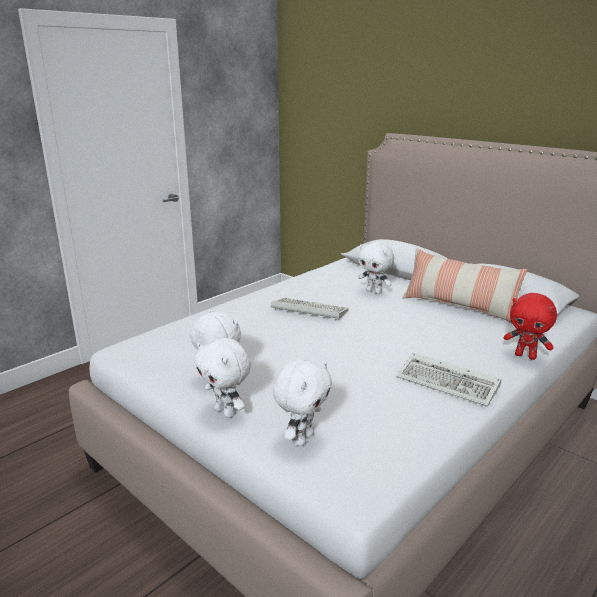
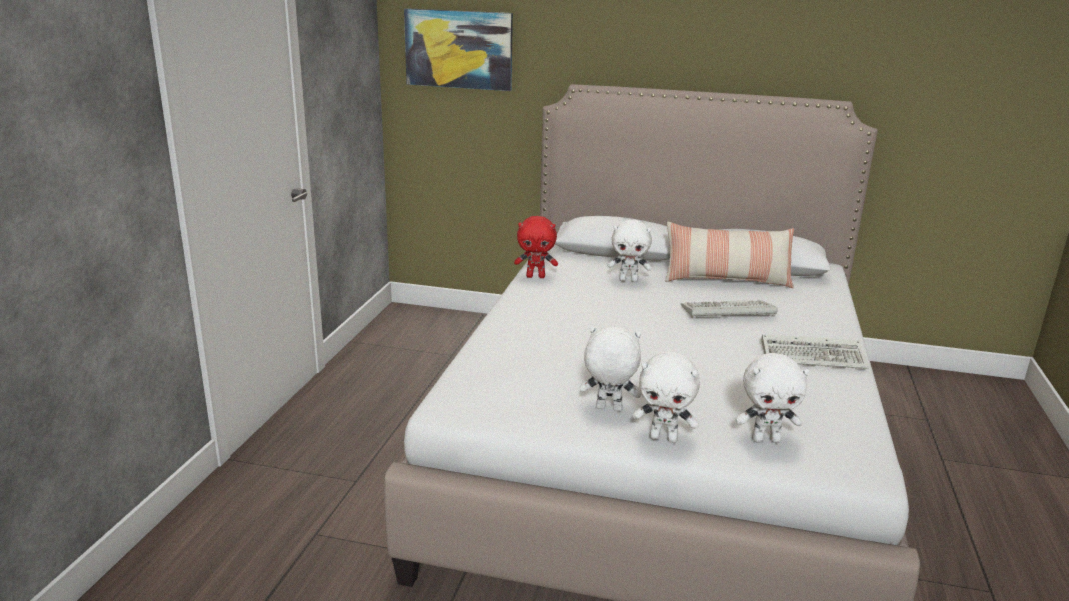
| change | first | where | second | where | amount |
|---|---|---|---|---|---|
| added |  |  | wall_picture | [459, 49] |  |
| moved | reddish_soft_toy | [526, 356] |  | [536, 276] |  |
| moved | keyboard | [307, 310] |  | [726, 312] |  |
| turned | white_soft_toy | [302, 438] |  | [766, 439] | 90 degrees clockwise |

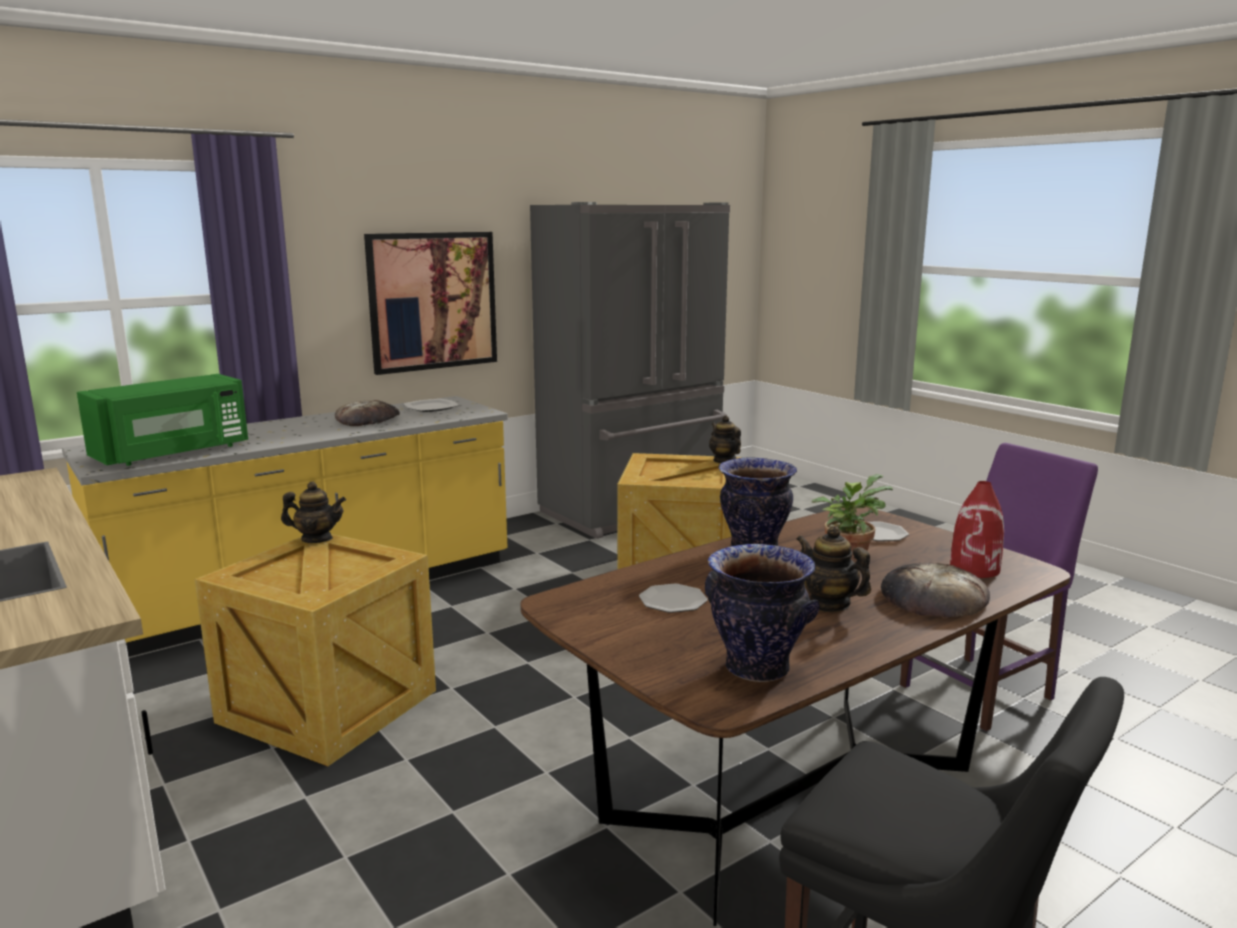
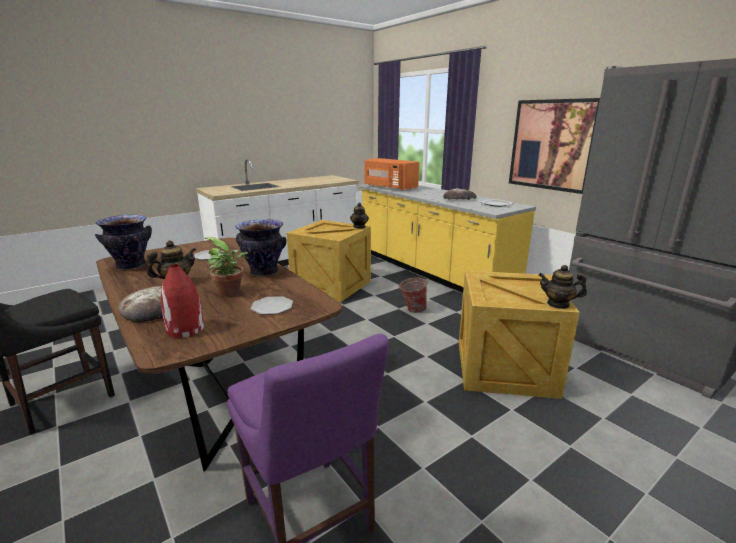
| change | first | where | second | where | amount |
|---|---|---|---|---|---|
| recoloured | green-coloured_microwave | [173, 453] | orangey_microwave | [389, 187] |  |
| added |  |  | water_bucket | [412, 310] |  |
| turned | teapot | [724, 460] |  | [558, 304] | 135 degrees counterclockwise |

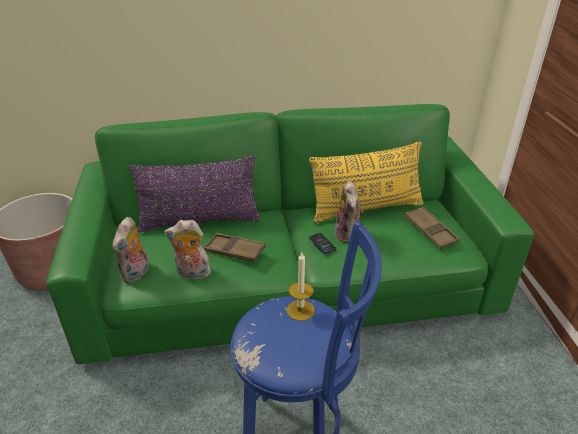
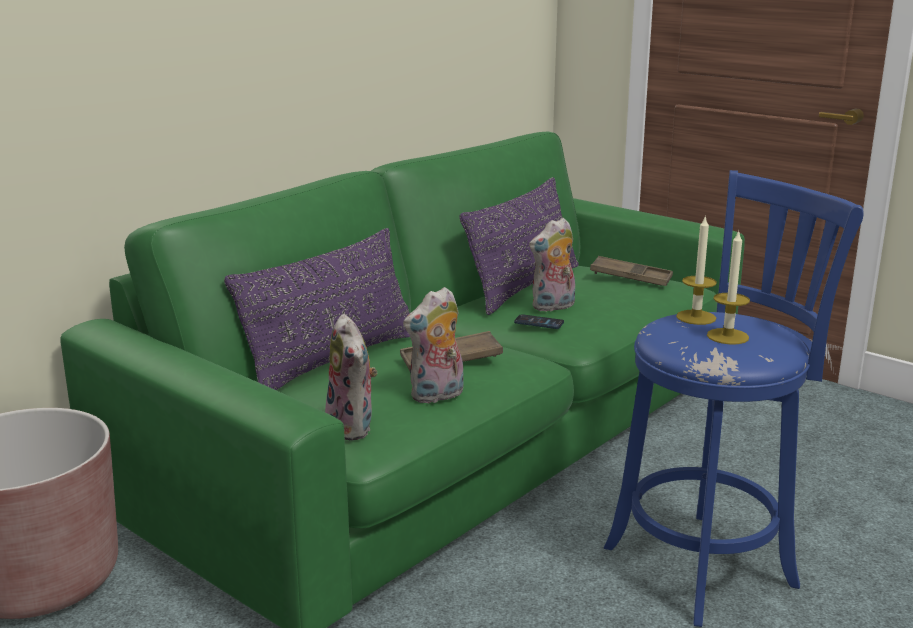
| change | first | where | second | where | amount |
|---|---|---|---|---|---|
| recoloured | yellow_pillow | [366, 208] | purple-coloured_pillow | [524, 287] |  |
| turned | soft_toy | [348, 235] |  | [553, 307] | 105 degrees clockwise |
| added |  |  | wax_light | [727, 336] |  |

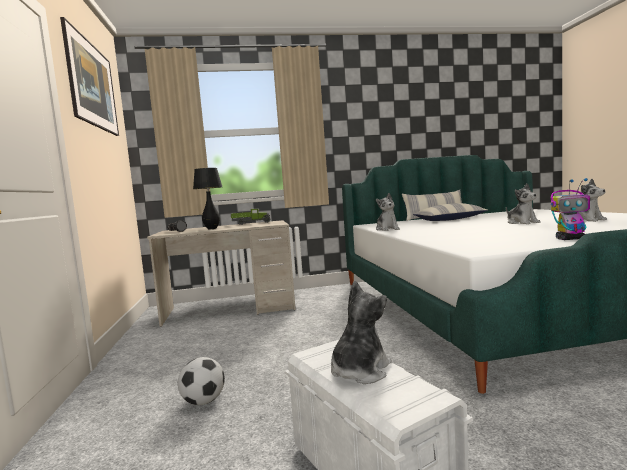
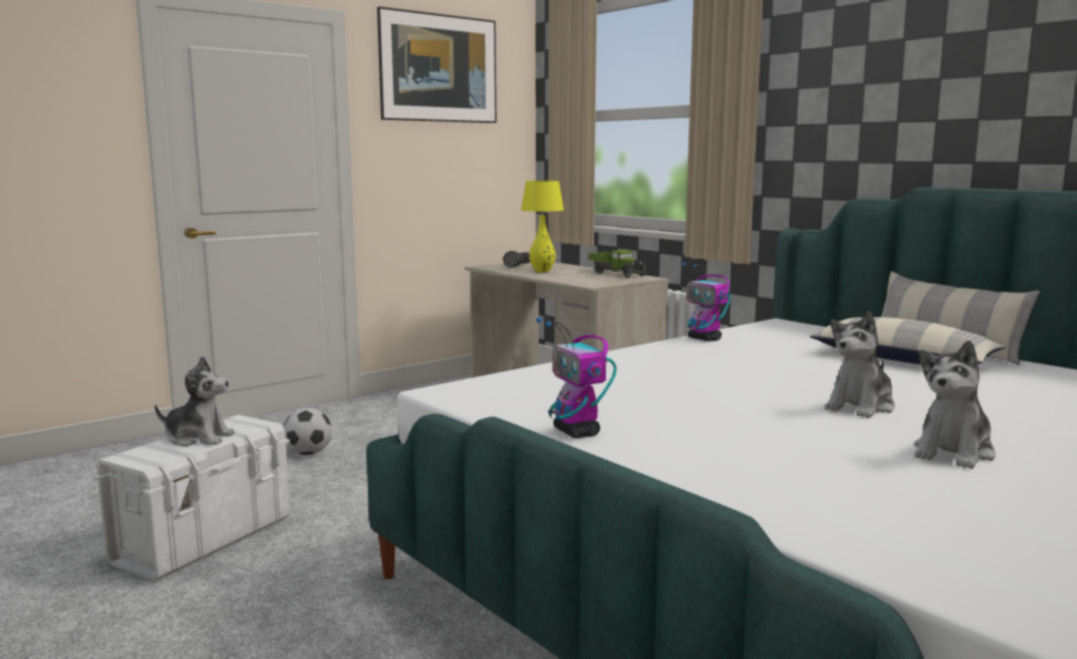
| change | first | where | second | where | amount |
|---|---|---|---|---|---|
| recoloured | black-coloured_lamp_for_a_table | [212, 229] | yellow_lamp_for_a_table | [542, 271] |  |
| replaced | soft_toy | [387, 229] | robot_figure | [705, 339] |  |

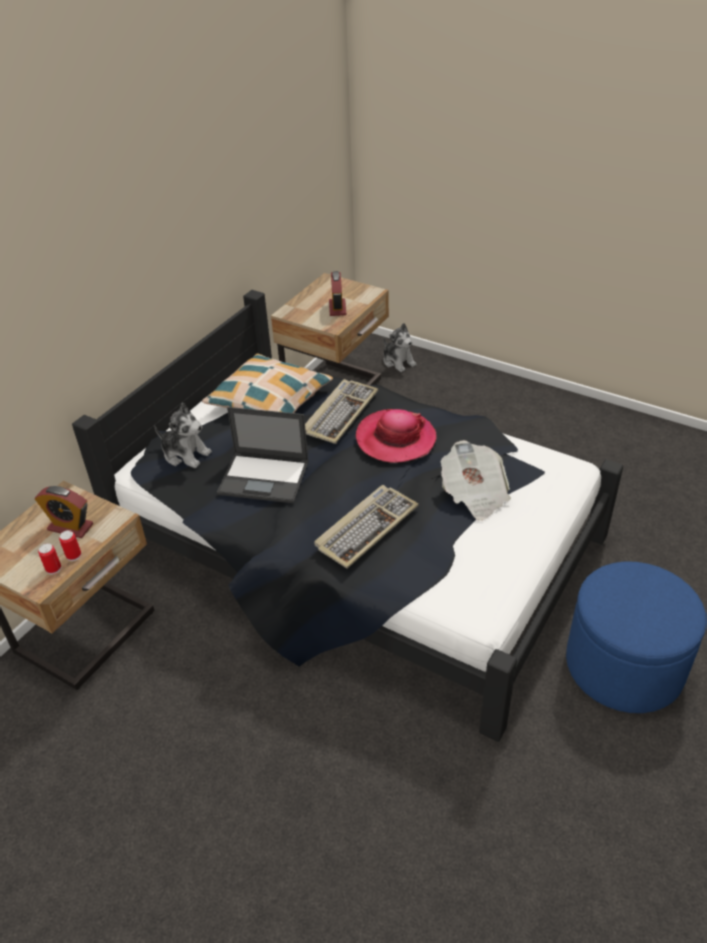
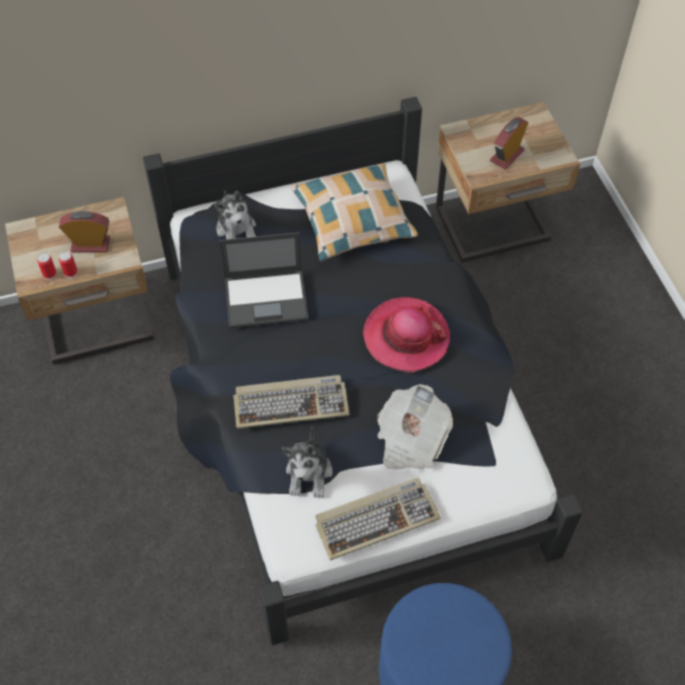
| change | first | where | second | where | amount |
|---|---|---|---|---|---|
| turned | alarm_clock | [70, 527] |  | [90, 245] | 120 degrees clockwise |
| turned | notebook_computer | [265, 478] |  | [267, 298] | 60 degrees counterclockwise |
| moved | soft_toy | [398, 362] |  | [309, 473] |  |
| moved | keyboard | [340, 413] |  | [376, 519] |  |

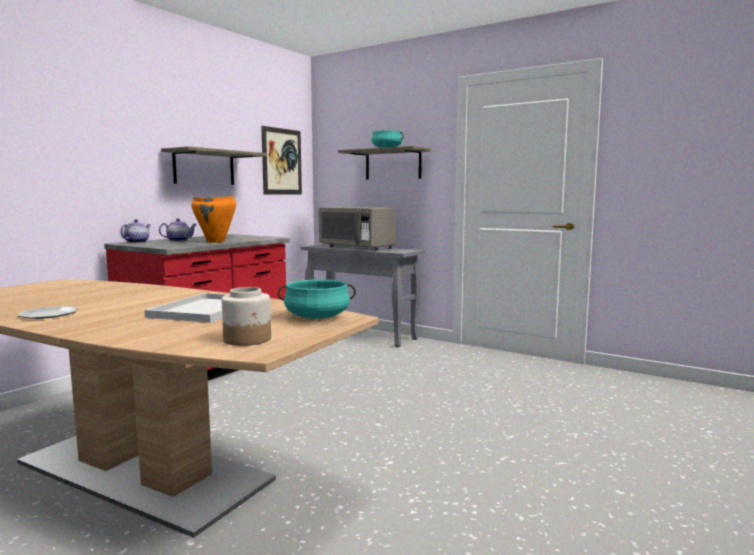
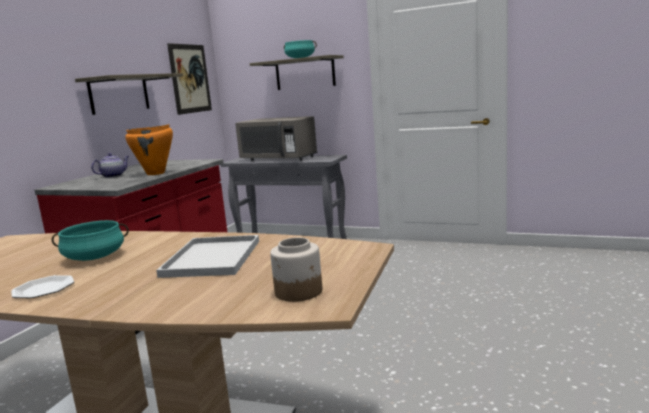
| change | first | where | second | where | amount |
|---|---|---|---|---|---|
| moved | turquoise-coloured_cooking_pot | [317, 317] |  | [95, 257] |  |
| removed | teapot | [137, 242] |  |  |  |

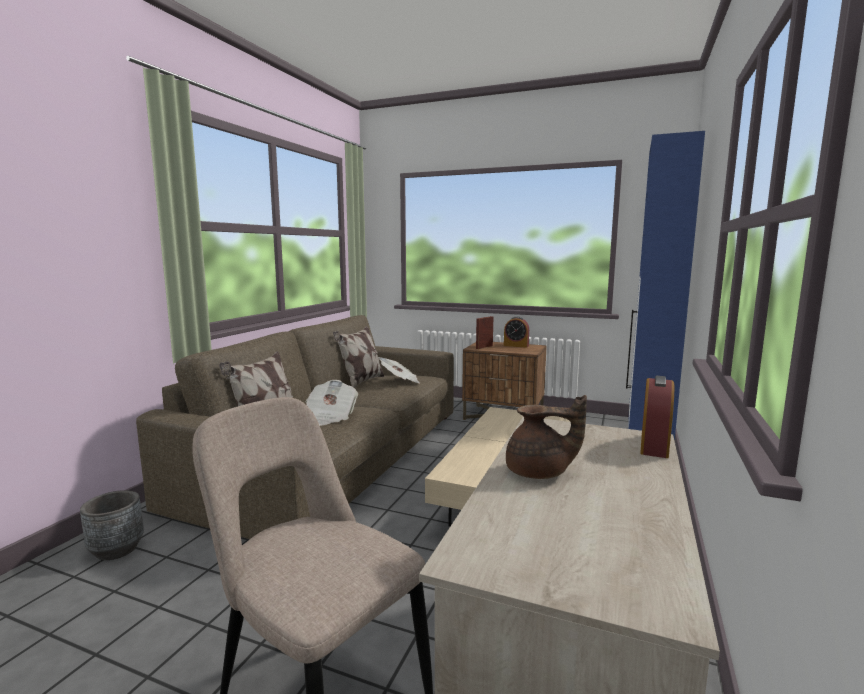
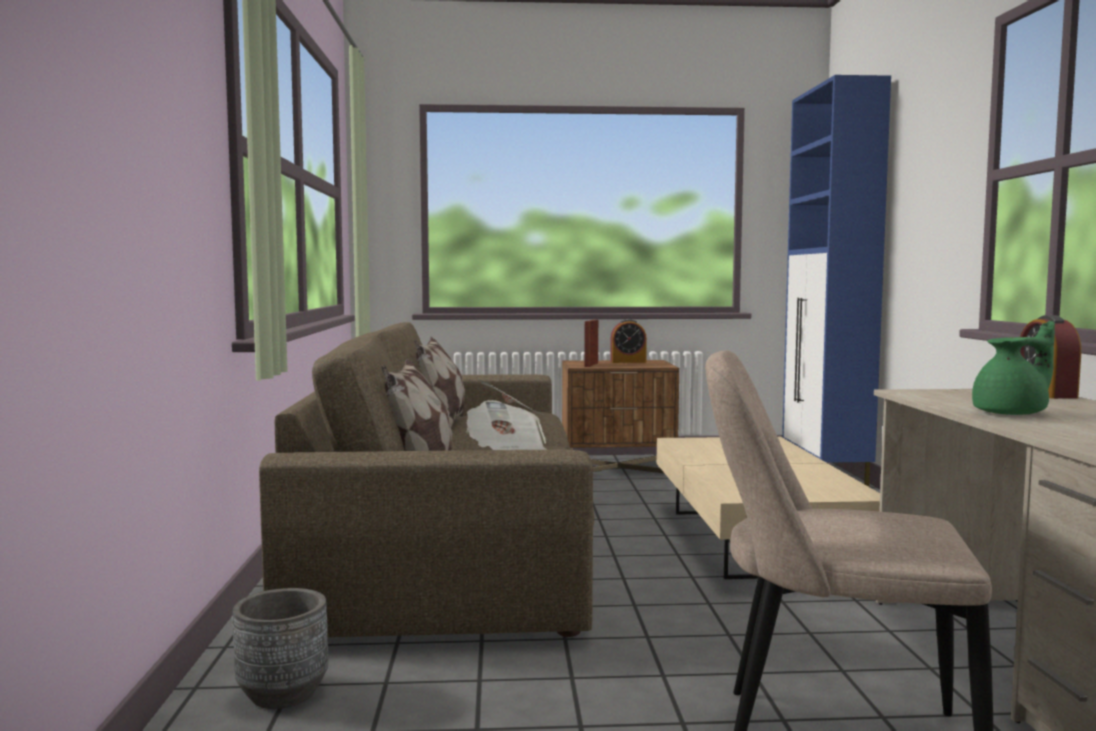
| change | first | where | second | where | amount |
|---|---|---|---|---|---|
| recoloured | brownish_teapot | [539, 473] | green-coloured_teapot | [1013, 413] |  |

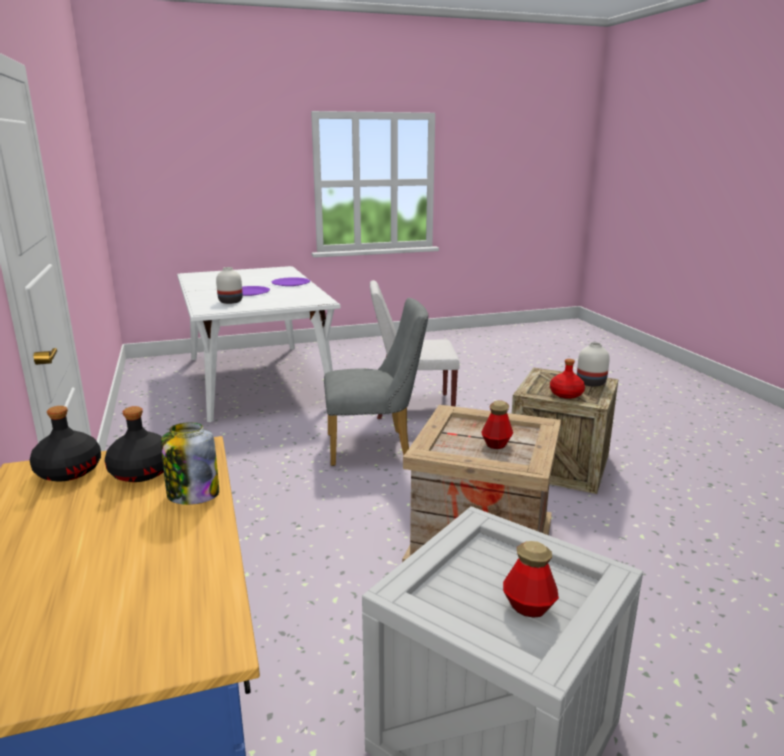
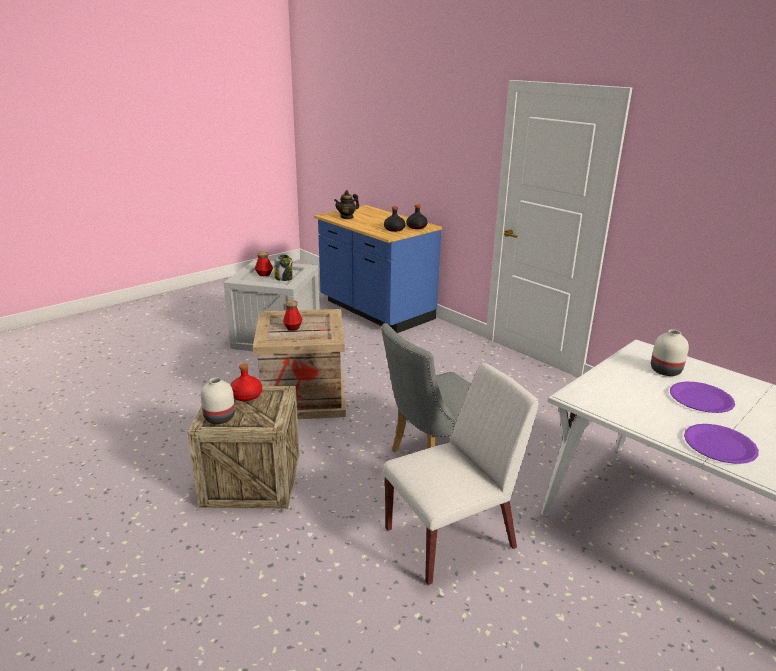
| change | first | where | second | where | amount |
|---|---|---|---|---|---|
| moved | preserve_jar | [192, 494] |  | [284, 278] |  |
| added |  |  | teapot | [347, 217] |  |

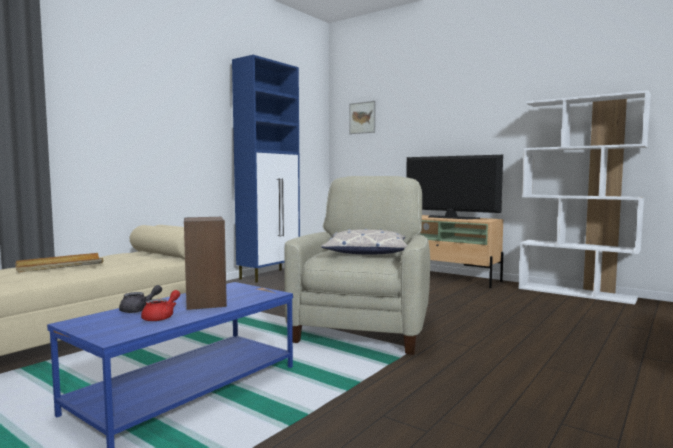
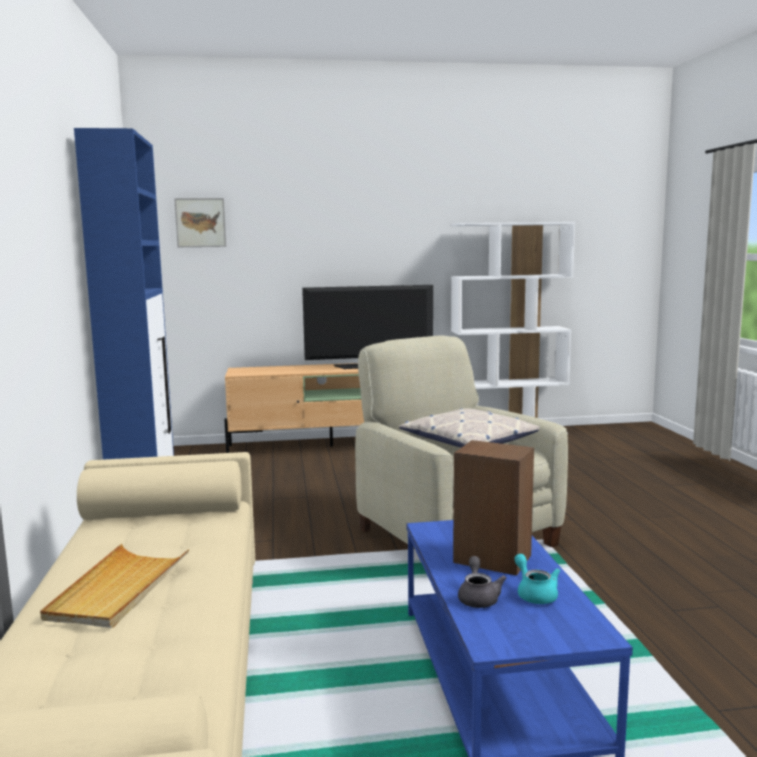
| change | first | where | second | where | amount |
|---|---|---|---|---|---|
| recoloured | reddish_teapot | [162, 317] | turquoise-coloured_teapot | [535, 594] |  |

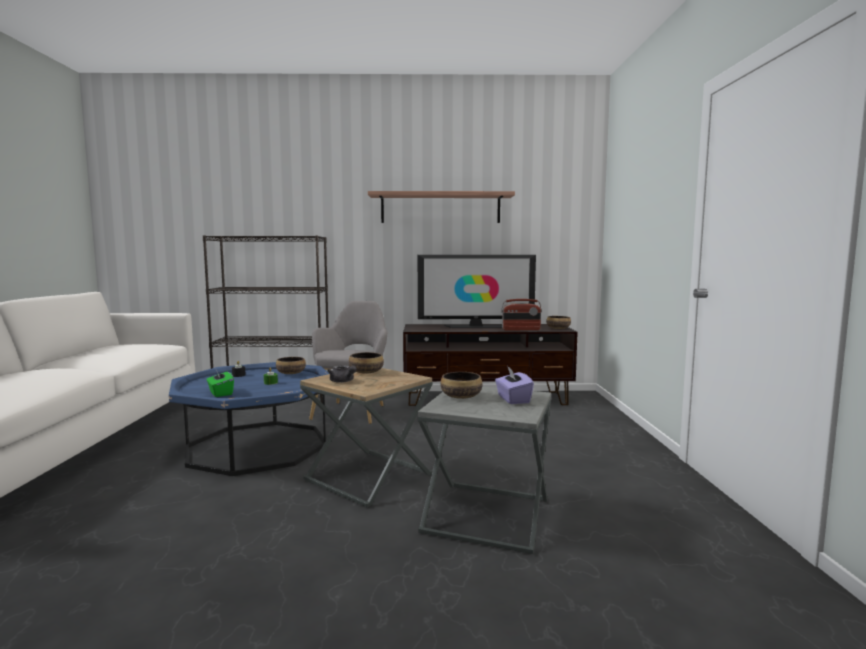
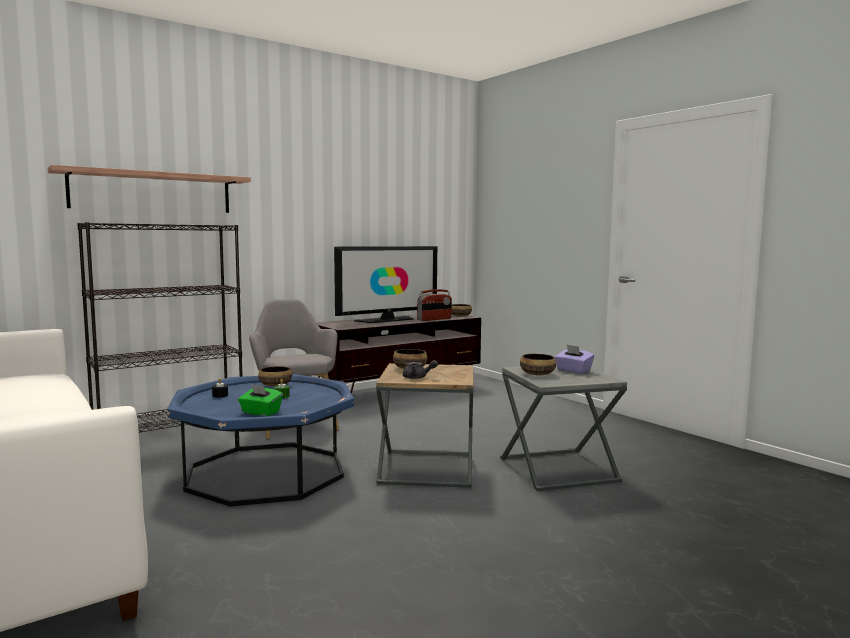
| change | first | where | second | where | amount |
|---|---|---|---|---|---|
| moved | bracket_shelf | [440, 208] |  | [152, 192] |  |

